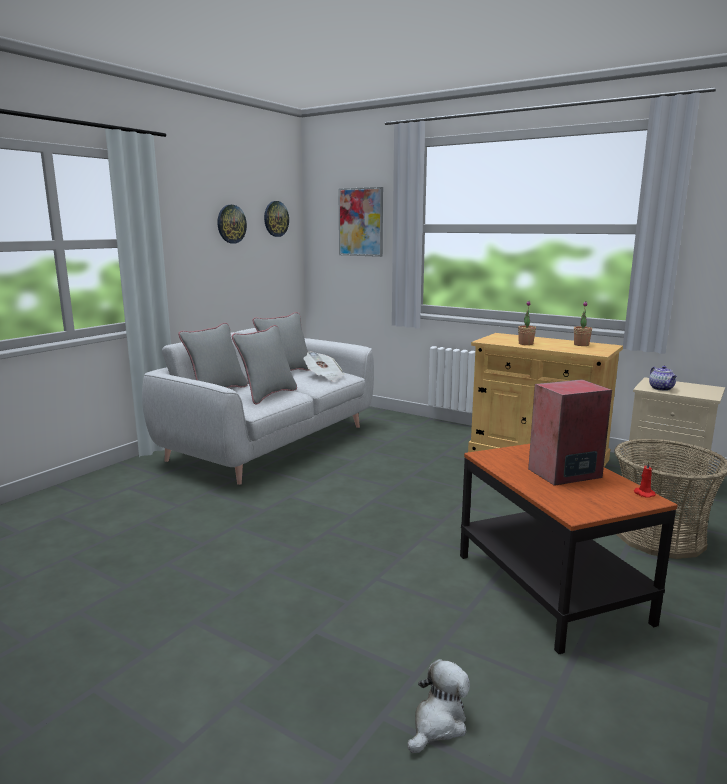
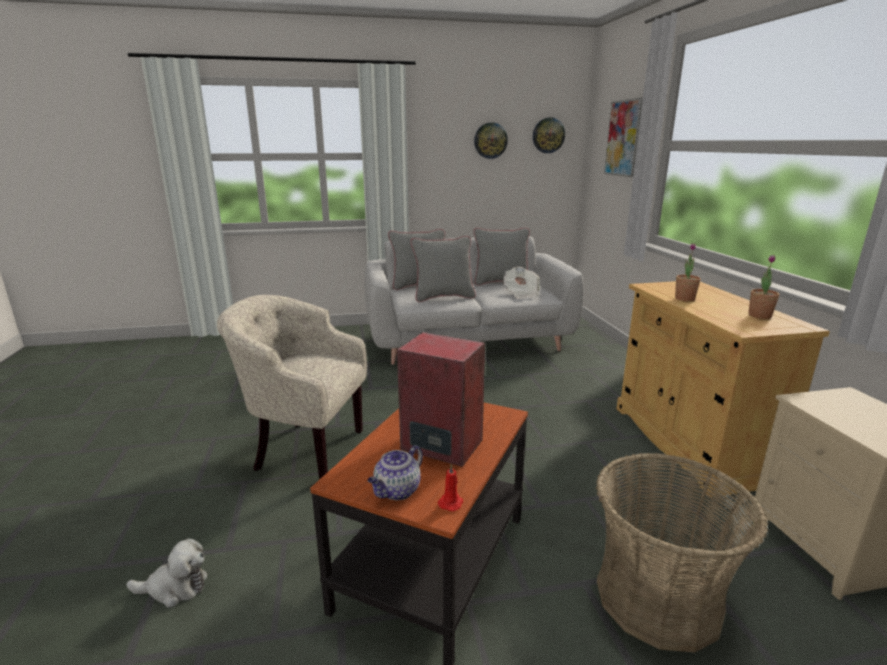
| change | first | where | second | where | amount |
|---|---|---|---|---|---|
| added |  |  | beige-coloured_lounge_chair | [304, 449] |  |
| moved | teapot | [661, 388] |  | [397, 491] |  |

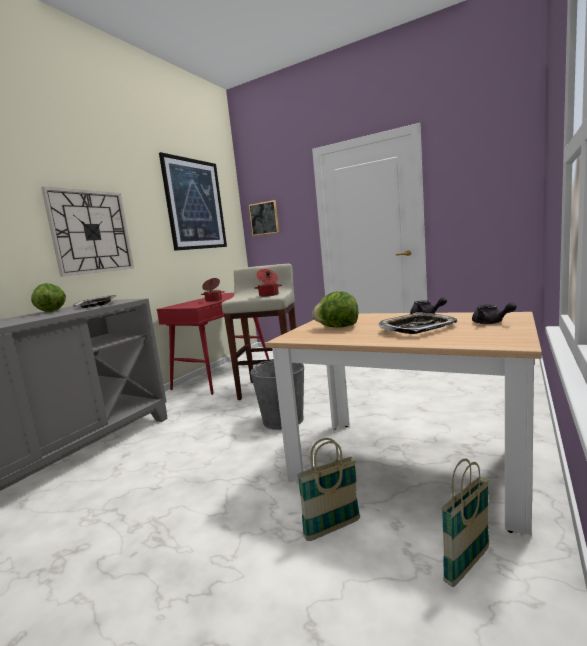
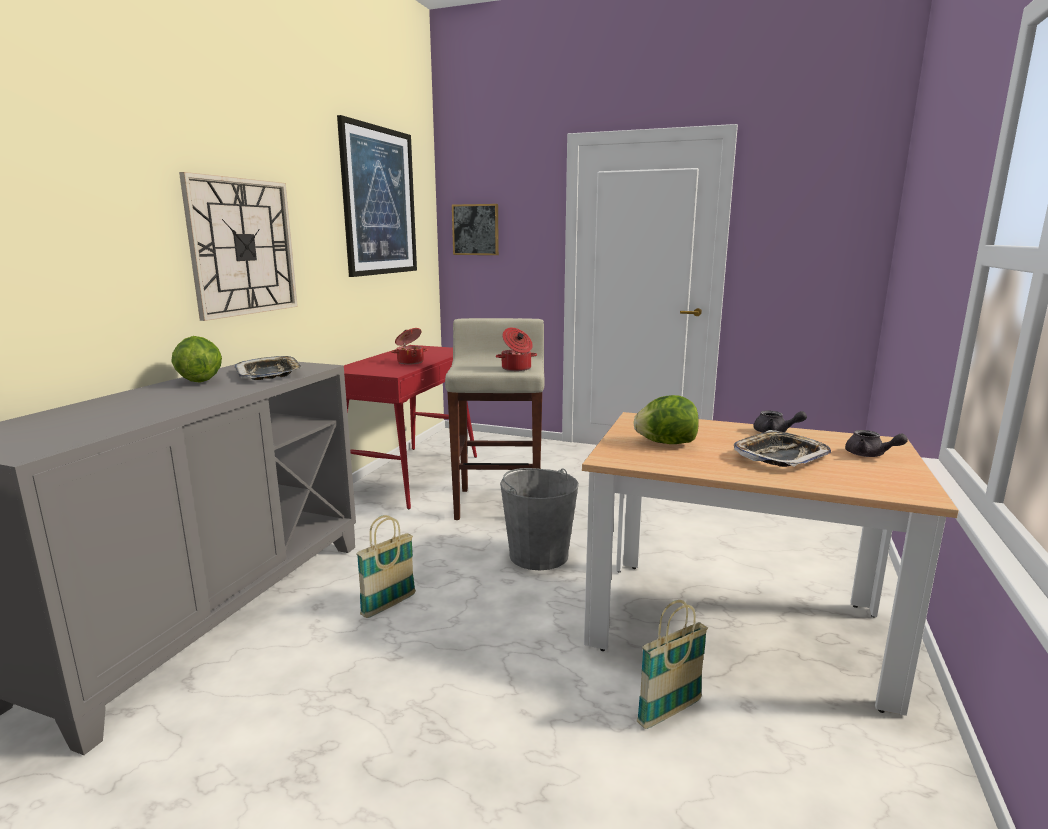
| change | first | where | second | where | amount |
|---|---|---|---|---|---|
| moved | storage_basket | [467, 565] |  | [389, 605] |  |

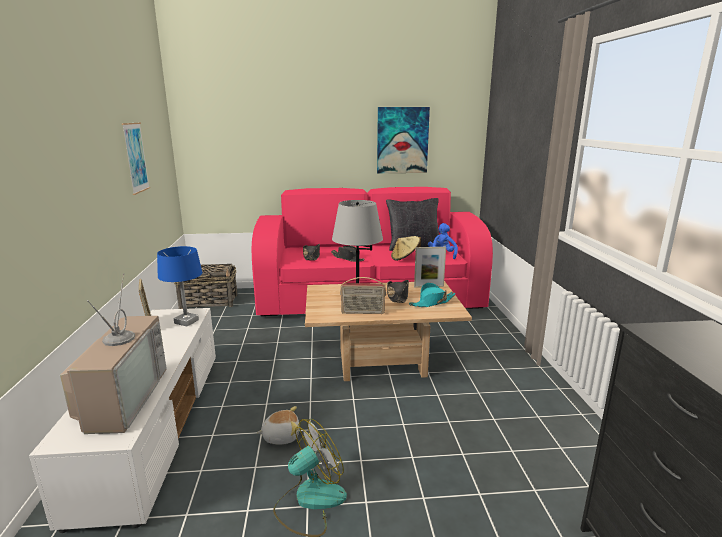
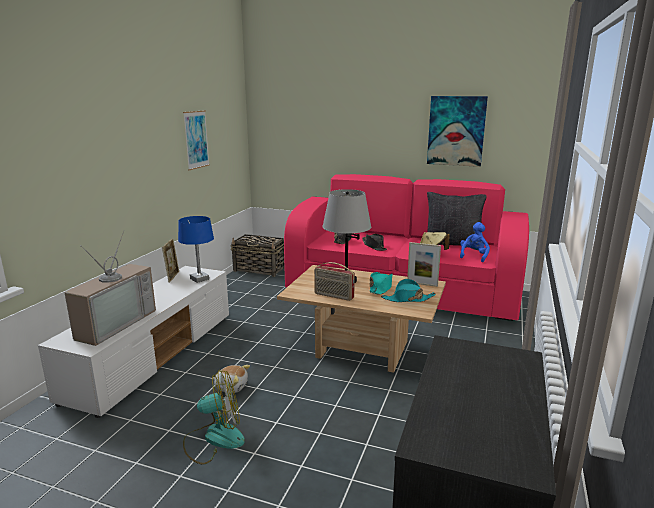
| change | first | where | second | where | amount |
|---|---|---|---|---|---|
| recoloured | black-coloured_hat | [397, 296] | turquoise-coloured_hat | [381, 288] |  |

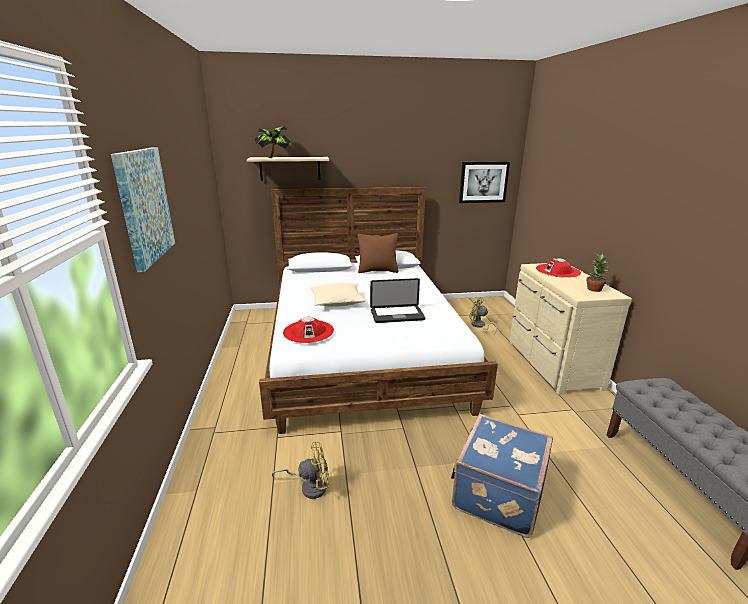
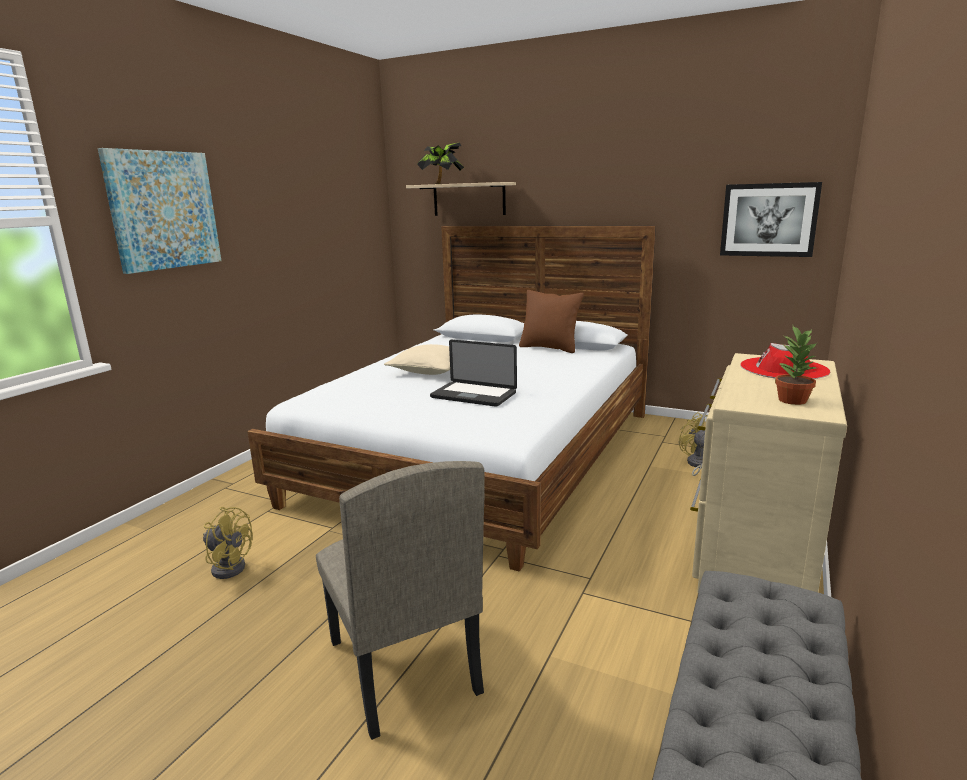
| change | first | where | second | where | amount |
|---|---|---|---|---|---|
| replaced | bluish_piece_of_luggage | [496, 493] | beige-coloured_upright_chair | [402, 666] |  |
| removed | reddish_hat | [308, 331] |  |  |  |

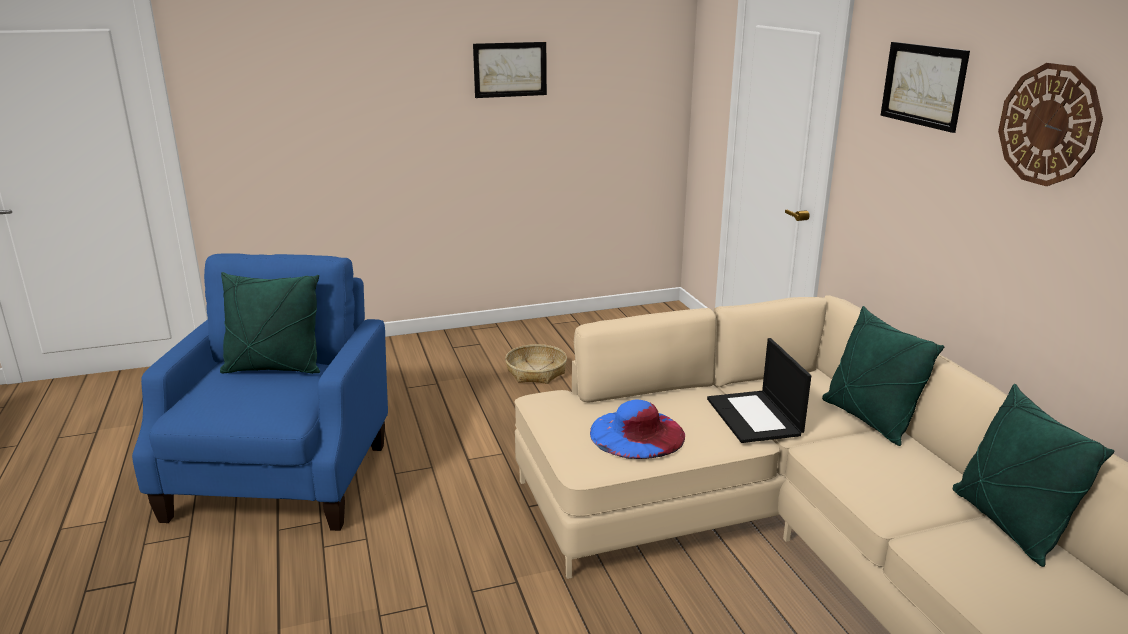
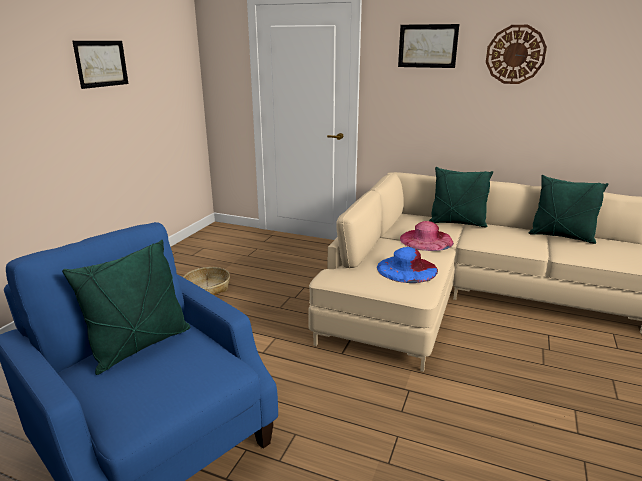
| change | first | where | second | where | amount |
|---|---|---|---|---|---|
| replaced | notebook_computer | [755, 417] | pink-coloured_hat | [426, 240] |  |

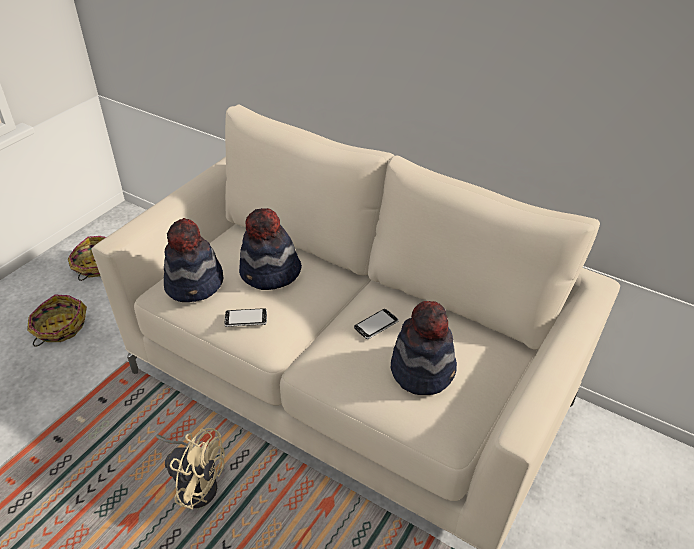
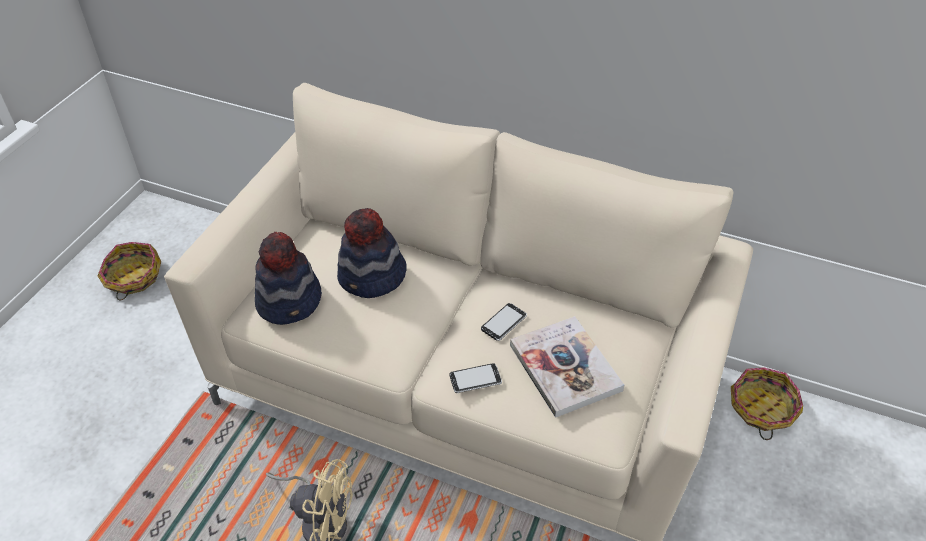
| change | first | where | second | where | amount |
|---|---|---|---|---|---|
| moved | handset | [246, 319] |  | [475, 379] |  |
| replaced | hat | [423, 370] | bound_book | [565, 367] |  |
| moved | storage_basket | [59, 327] |  | [761, 409] |  |

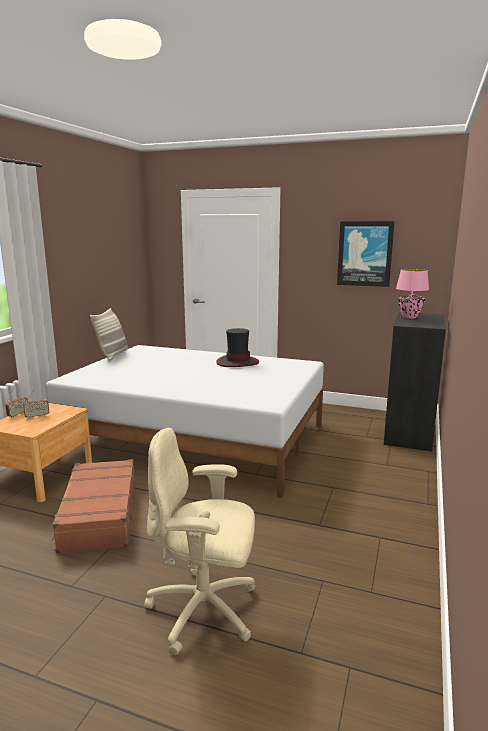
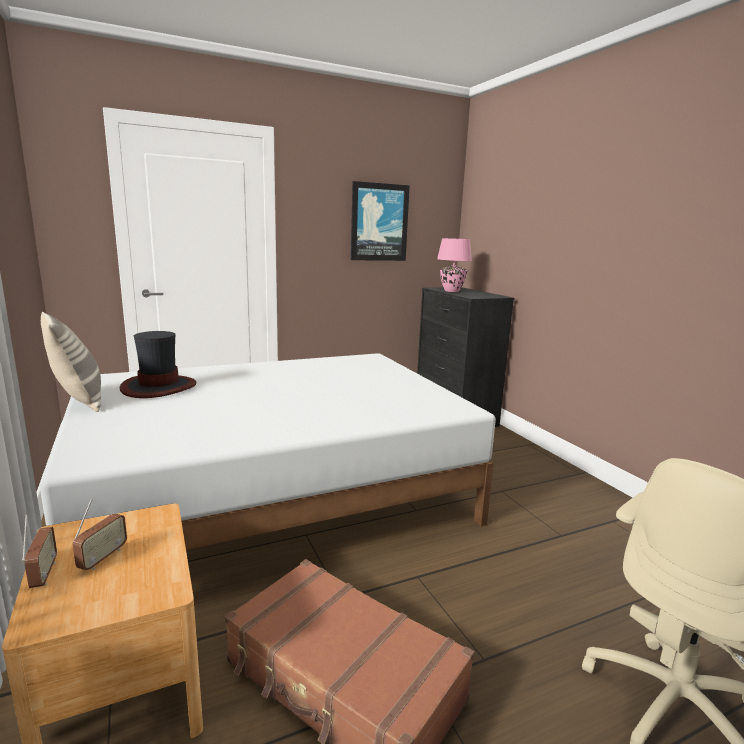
| change | first | where | second | where | amount |
|---|---|---|---|---|---|
| moved | hat | [237, 362] |  | [159, 387] |  |

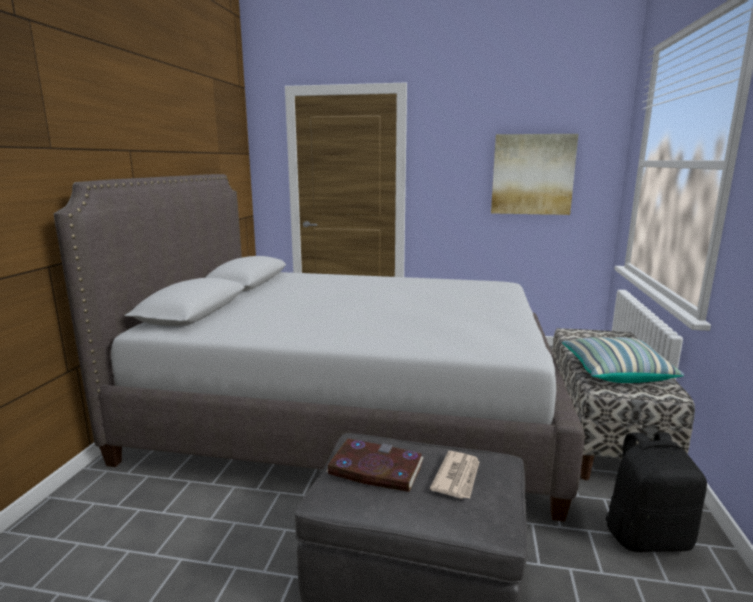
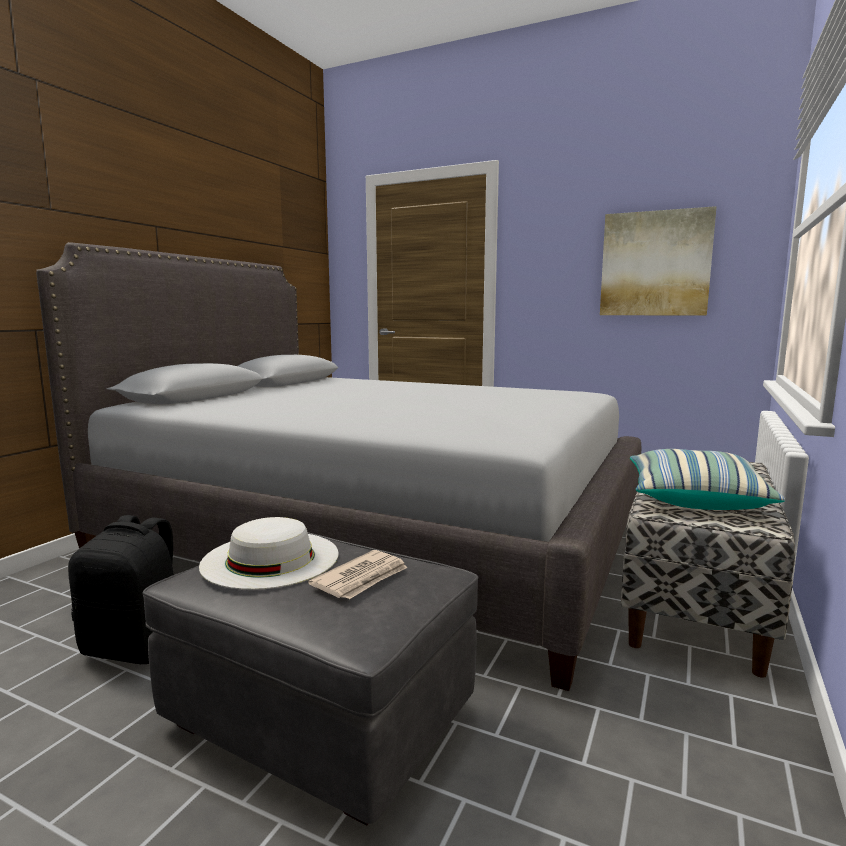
| change | first | where | second | where | amount |
|---|---|---|---|---|---|
| moved | black-coloured_rucksack | [647, 537] |  | [136, 648] |  |
| replaced | bound_book | [375, 469] | white_hat | [270, 558] |  |

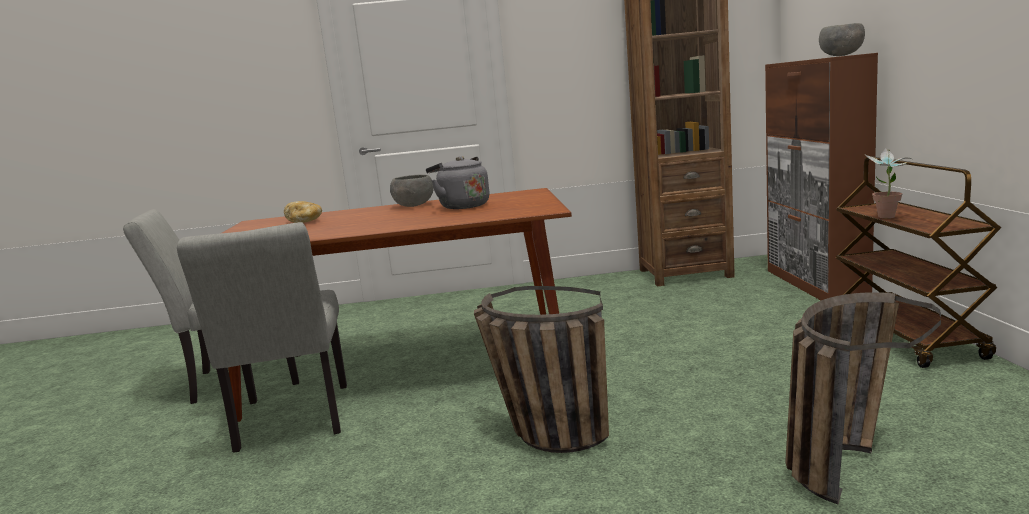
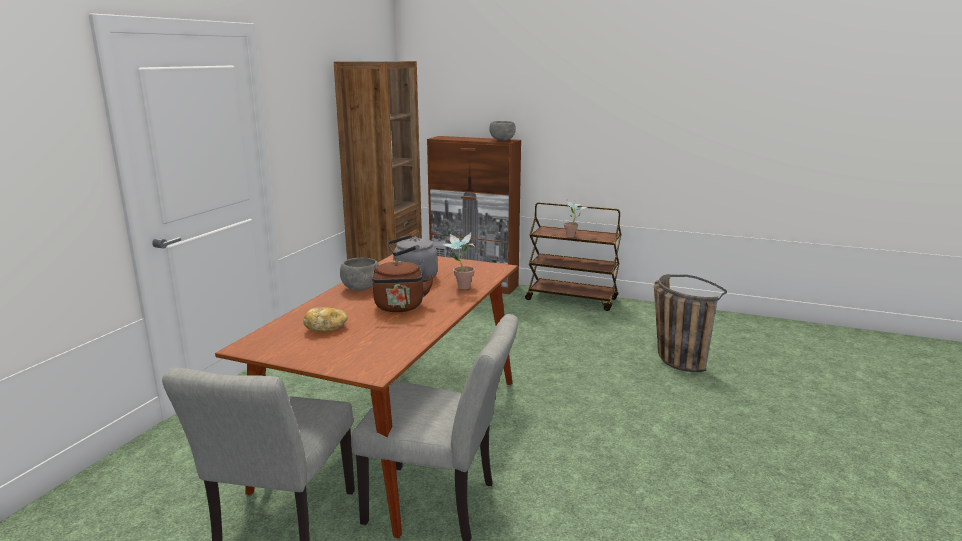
| change | first | where | second | where | amount |
|---|---|---|---|---|---|
| added |  |  | brownish_kettle | [399, 307] |  |
| added |  |  | plant_in_a_pot | [460, 288] |  |
| removed | storage_basket | [540, 433] |  |  |  |

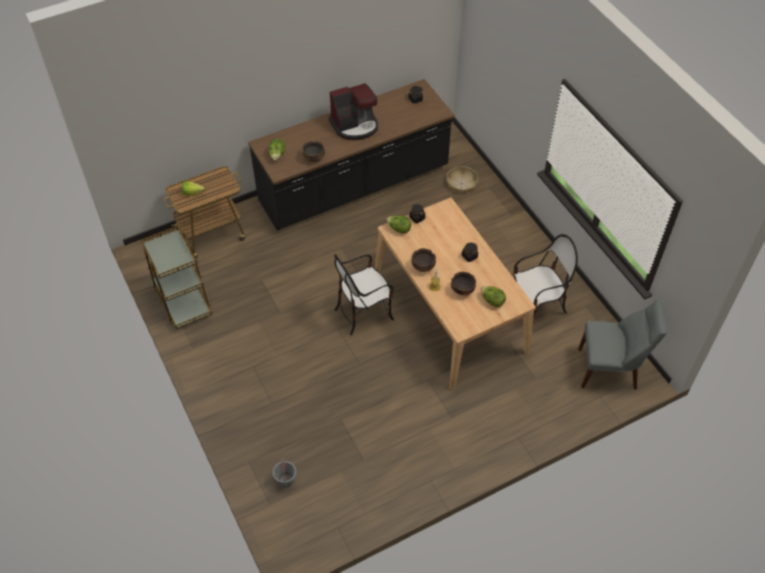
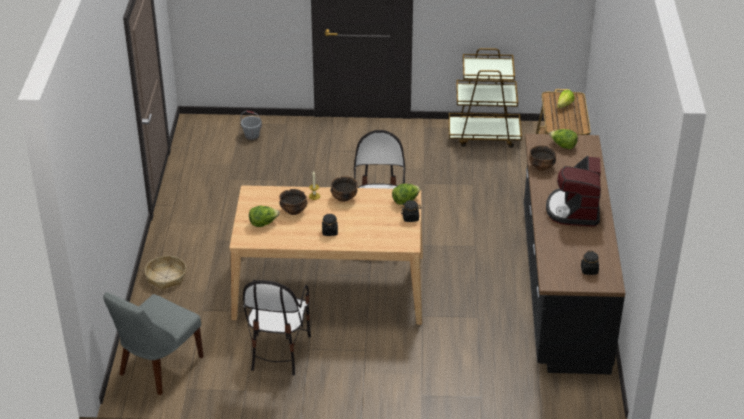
| change | first | where | second | where | amount |
|---|---|---|---|---|---|
| moved | storage_basket | [461, 183] |  | [166, 277] |  |

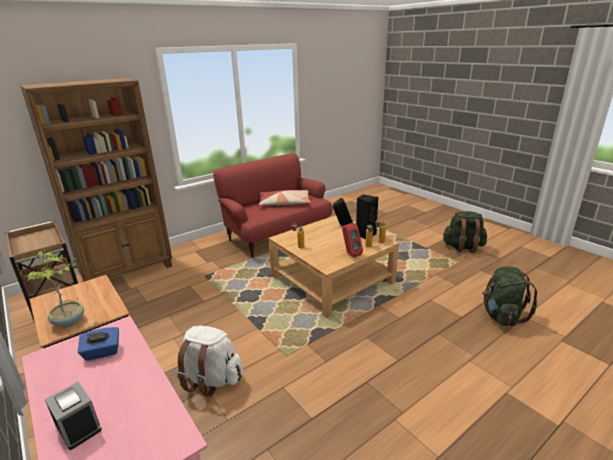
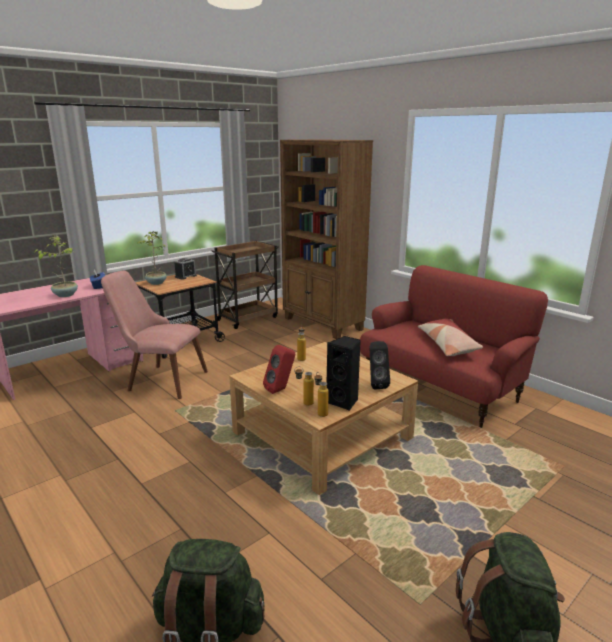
| change | first | where | second | where | amount |
|---|---|---|---|---|---|
| added |  |  | plant_in_a_pot | [65, 295] |  |
| replaced | white_rucksack | [211, 379] | pink-coloured_upright_chair | [159, 380] |  |
| moved | alarm_clock | [78, 427] |  | [185, 276] |  |

